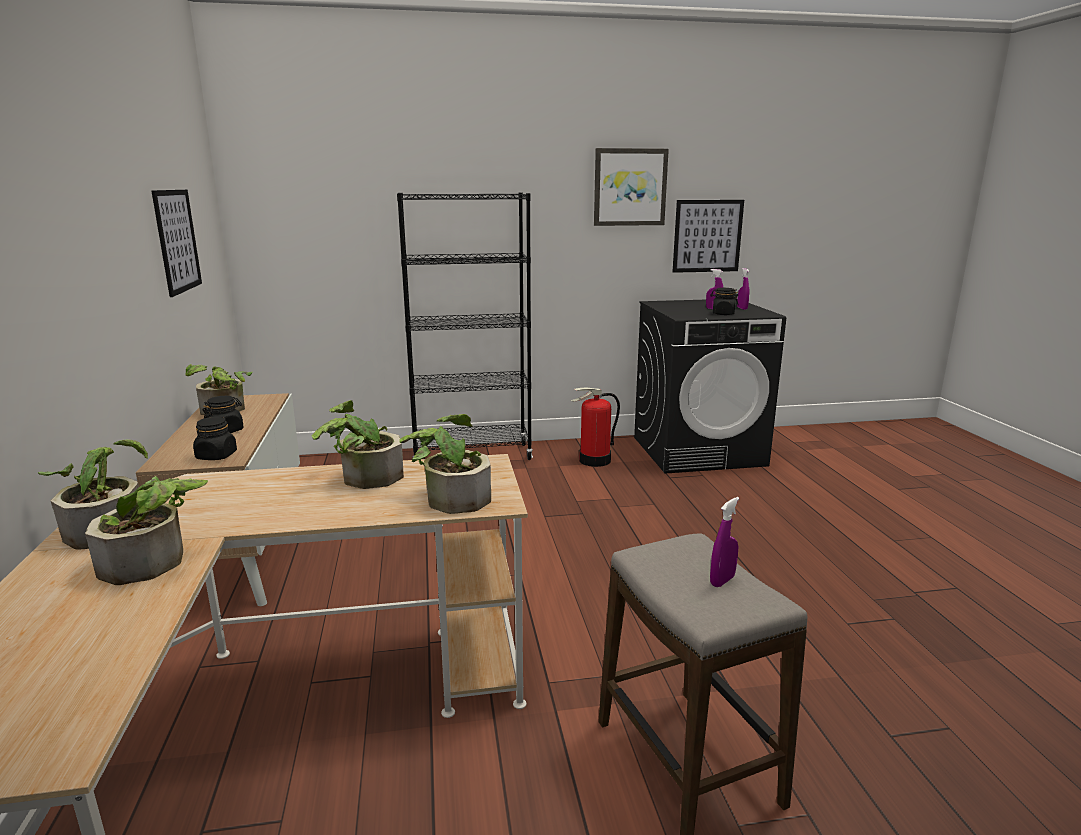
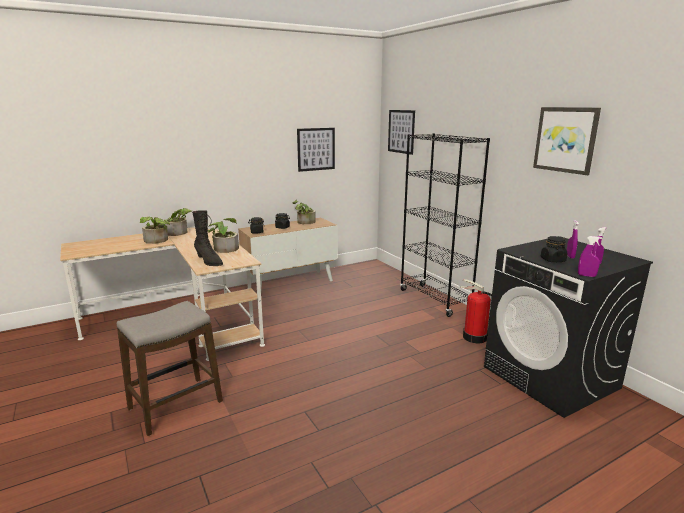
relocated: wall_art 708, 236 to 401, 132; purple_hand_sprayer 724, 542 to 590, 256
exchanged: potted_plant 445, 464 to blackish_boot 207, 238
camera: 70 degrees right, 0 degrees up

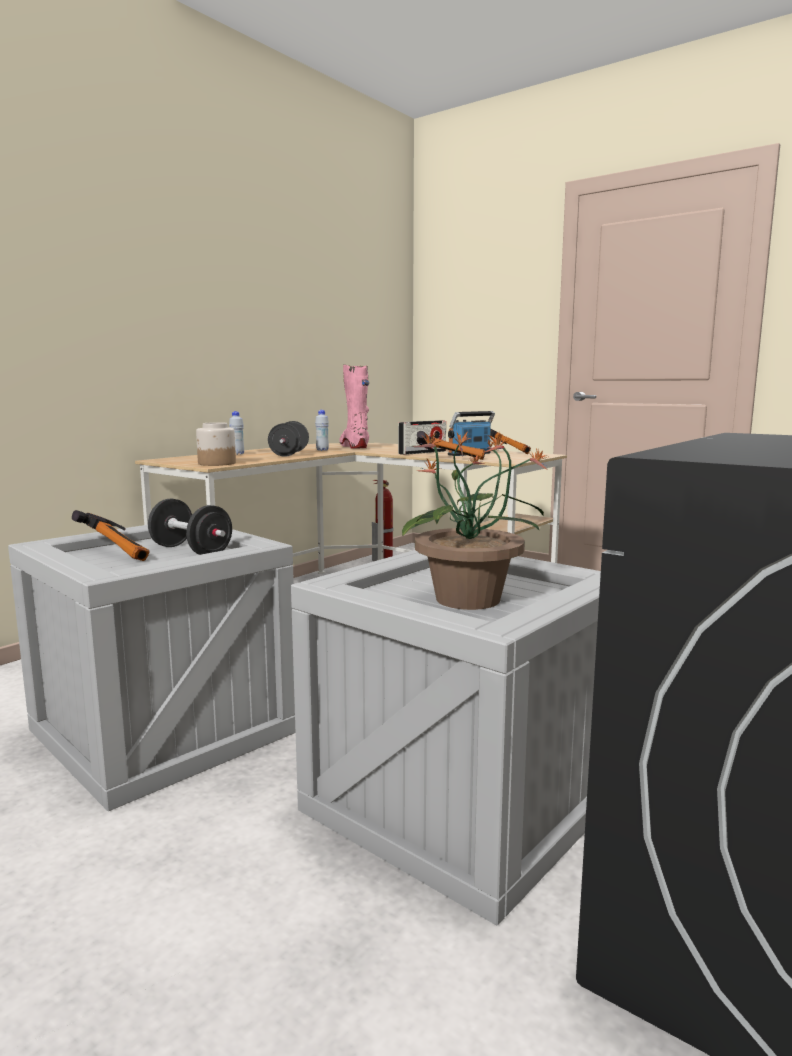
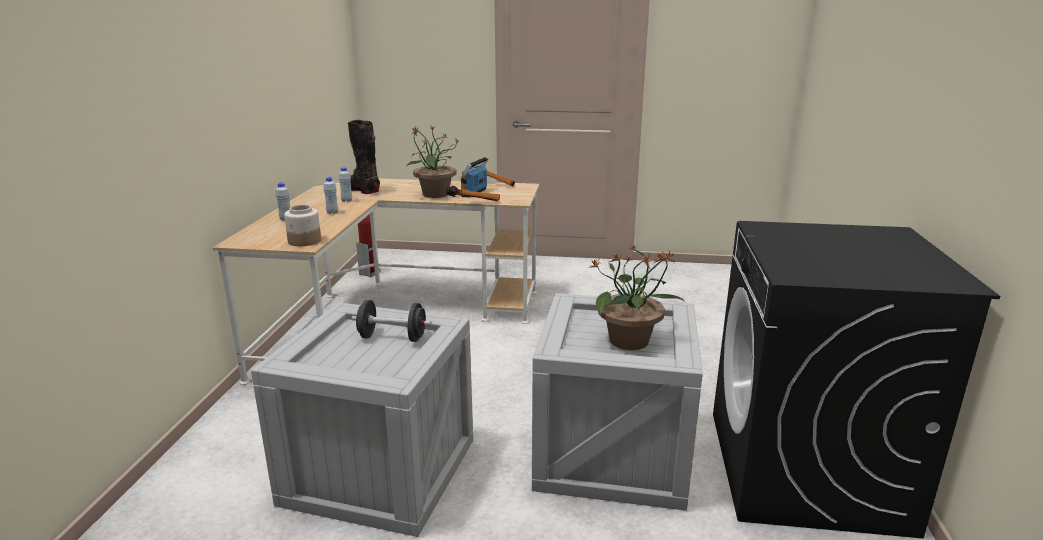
missing: hand_hammer 111, 535
exchanged: blackish_free_weight 288, 439 to whitish_drink_bottle 331, 195; radio_receiver 422, 437 to potted_plant 432, 161
colour: pink_boot 354, 407 to blackish_boot 364, 157
camera: 30 degrees left, 10 degrees up

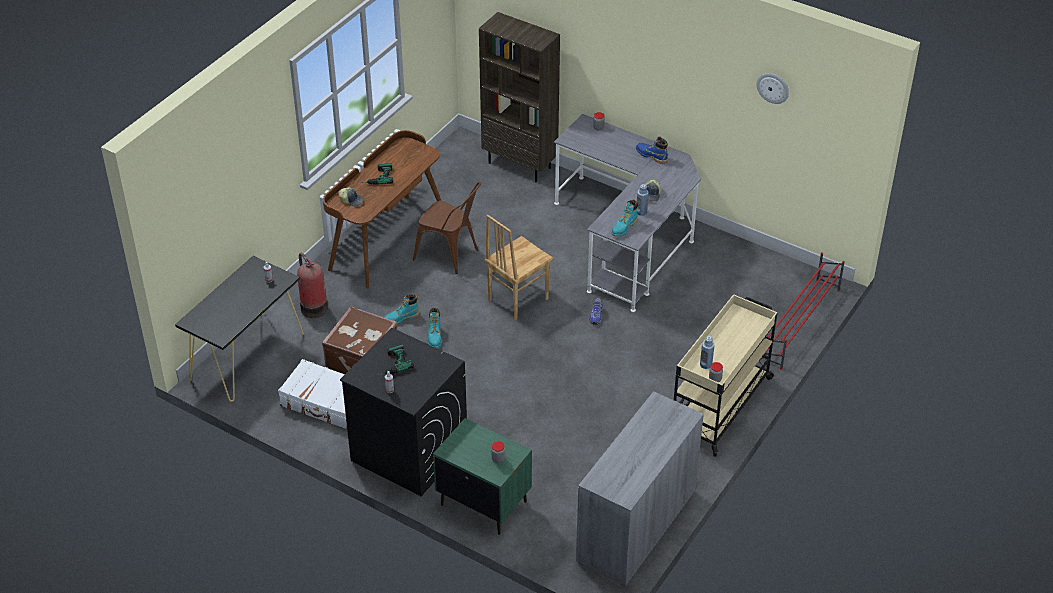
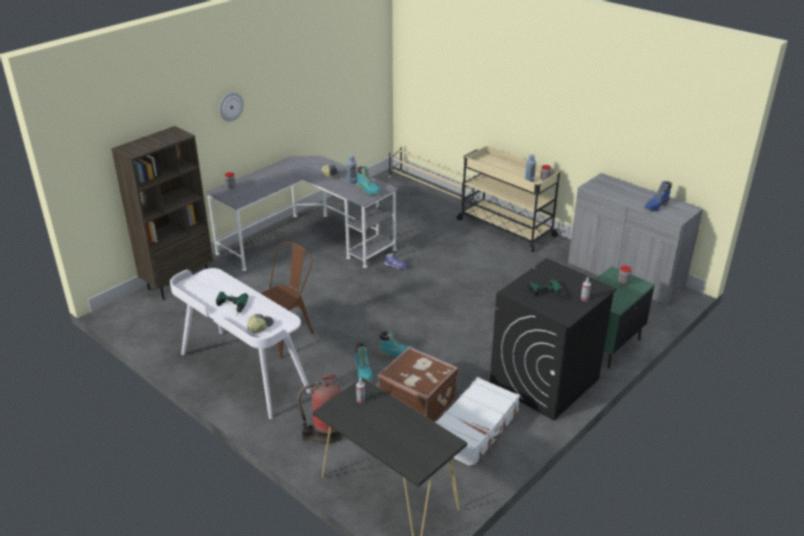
missing: brown-coloured_plain_chair 519, 267
relocated: blue_boot 652, 150 to 658, 196; wall_clock 772, 88 to 231, 107
colour: brown-coloured_desk_unit 382, 209 to whitish_desk_unit 240, 343; red-coloured_shoe_rack 802, 311 to beige_shoe_rack 432, 177
camera: 80 degrees left, 10 degrees down

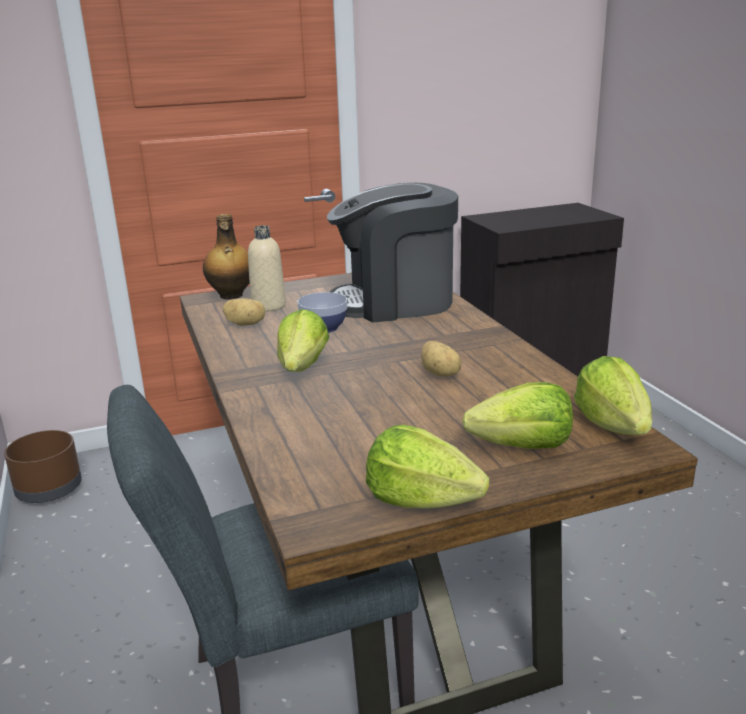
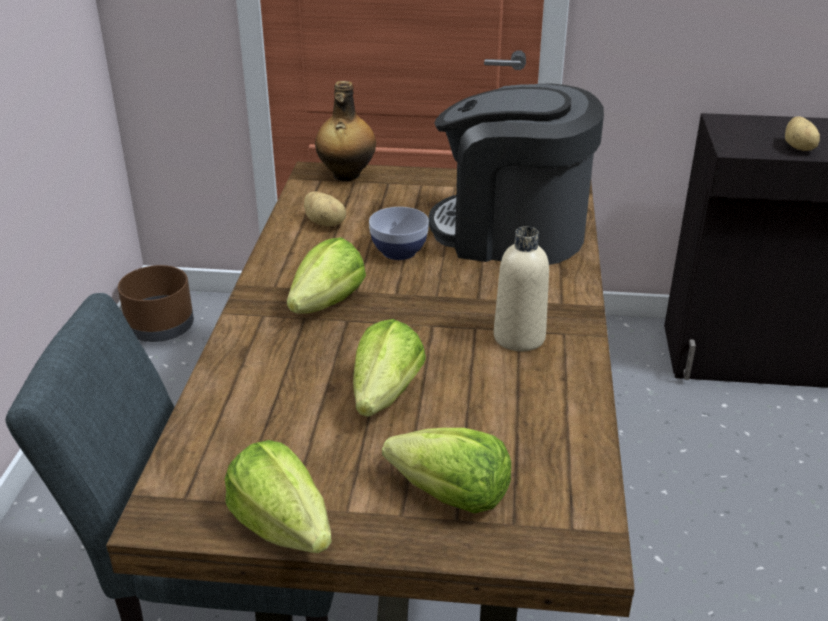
relocated: beige_drink_bottle 267, 268 to 521, 288; potato 441, 359 to 802, 133; lettuce 613, 395 to 389, 368
camera: 25 degrees right, 10 degrees up

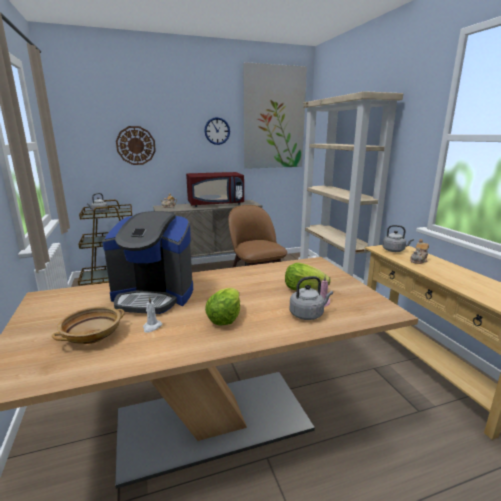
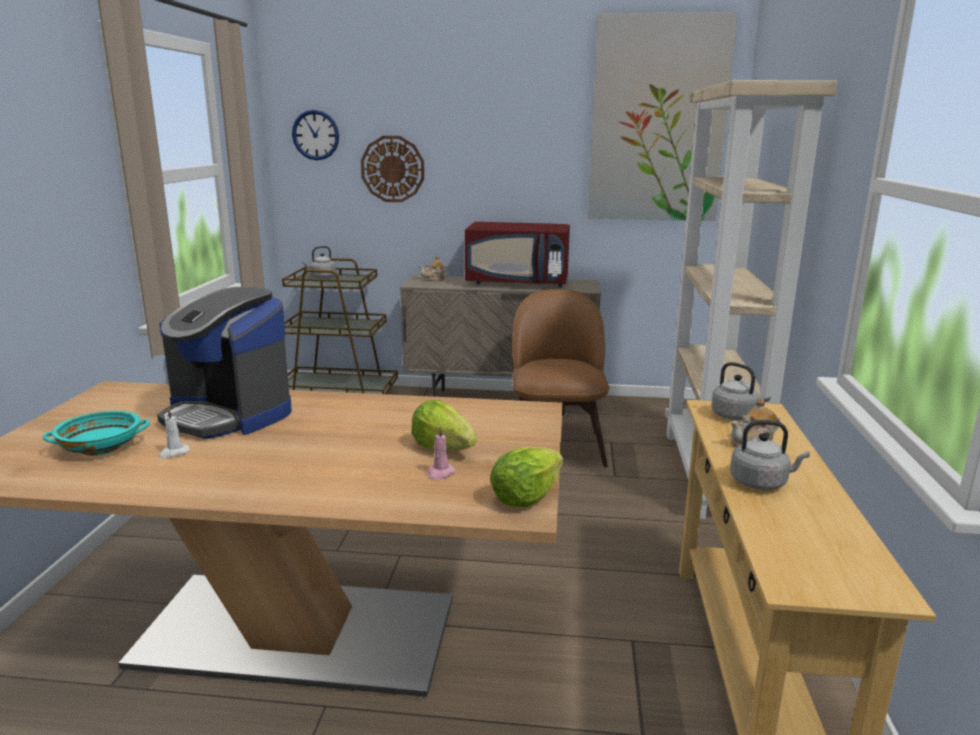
relocated: wall_clock 217, 131 to 315, 135; lettuce 222, 306 to 526, 477; gray_kettle 311, 298 to 770, 455
colour: beige_deep_dish 88, 325 to turquoise_deep_dish 96, 433
camera: 25 degrees right, 0 degrees up

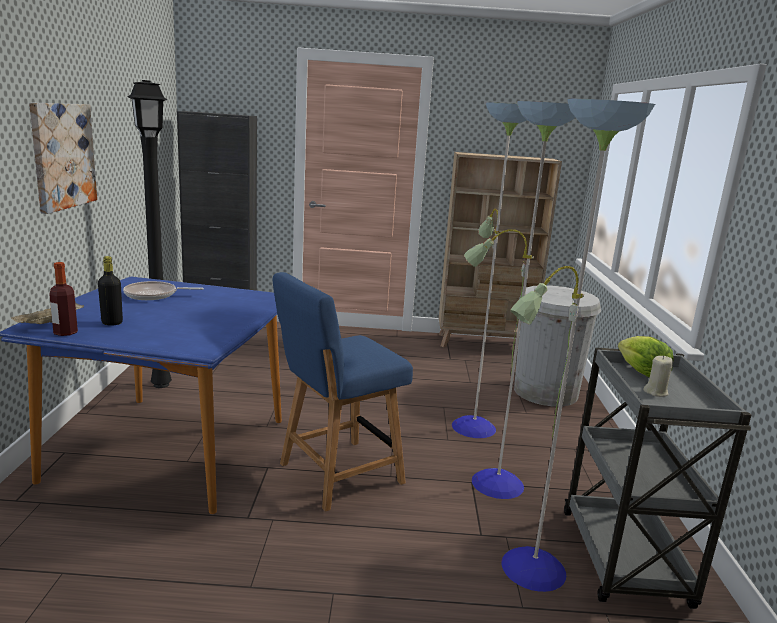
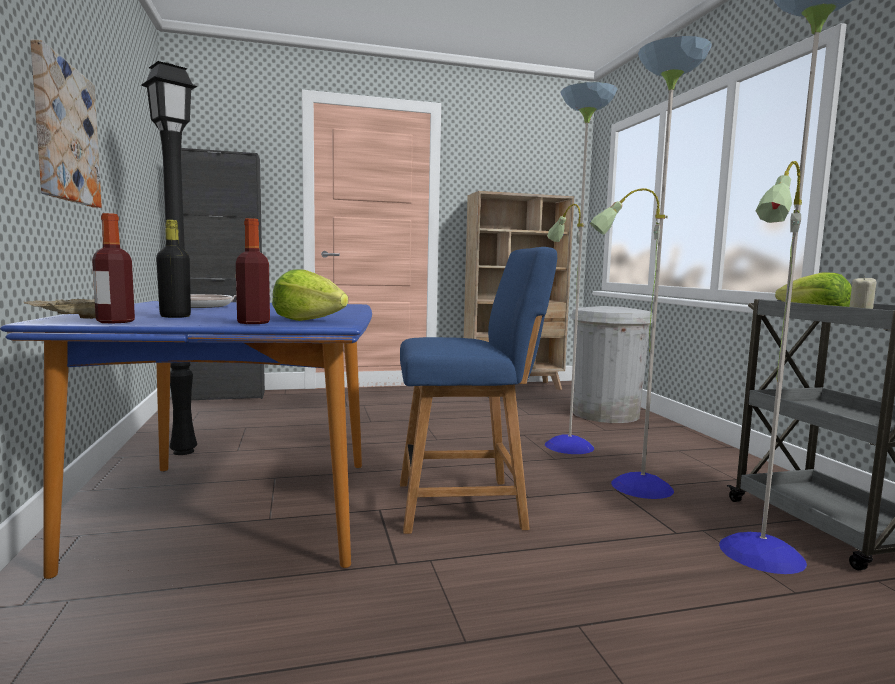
appeared: drink_bottle 253, 271; lettuce 310, 295
spun: blue_plain_chair 343, 392 = 478, 390 135 degrees counterclockwise
camera: 15 degrees left, 10 degrees down

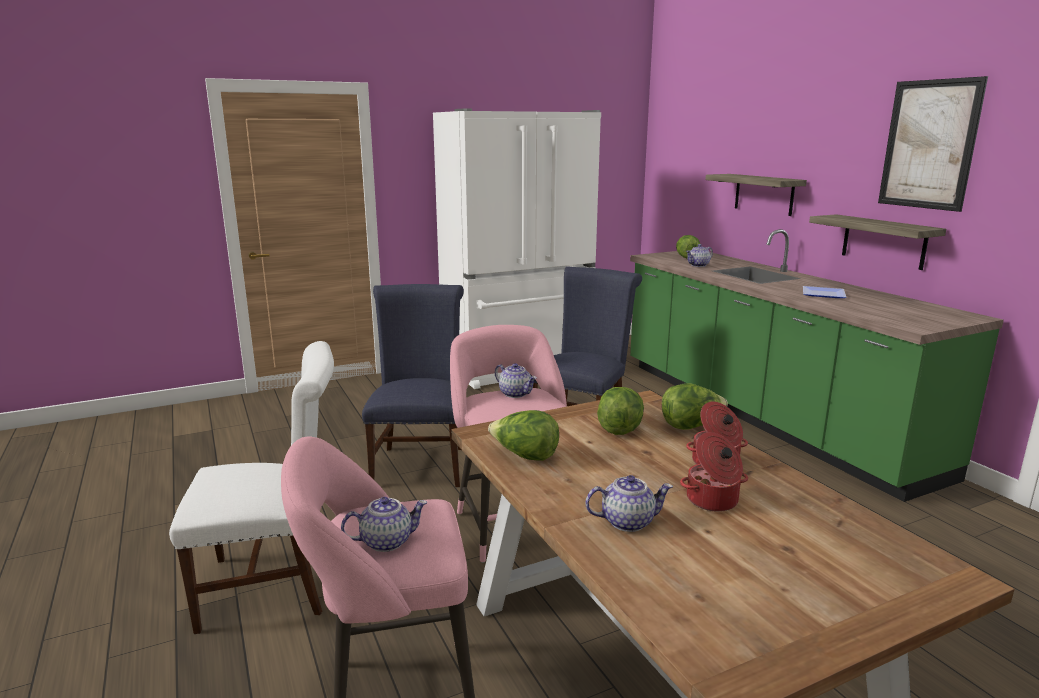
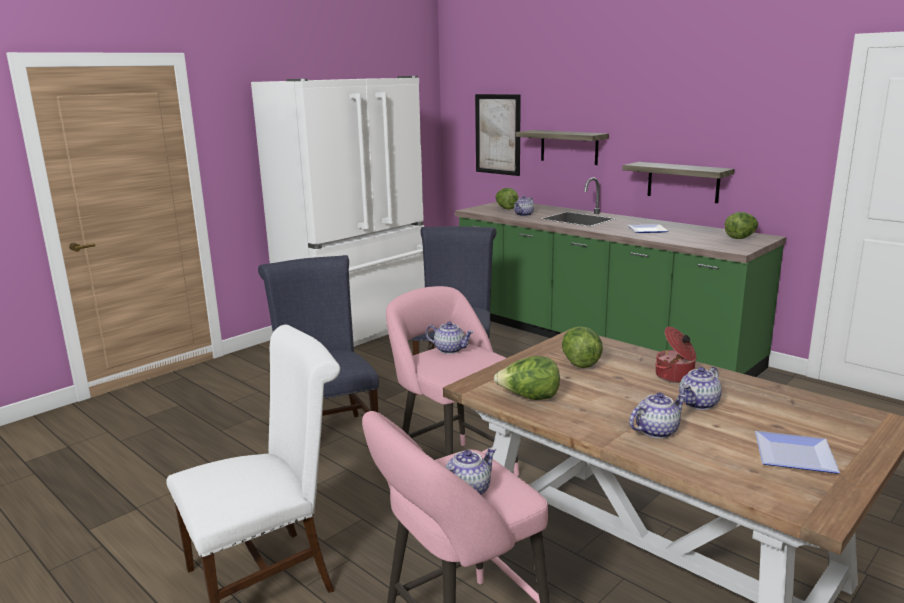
appeared: dinner_plate 797, 452
relocated: lettuce 695, 406 to 741, 225; wall_art 933, 144 to 498, 135
exchanged: saucepot 714, 472 to tea_pot 700, 388
camera: 20 degrees left, 0 degrees up

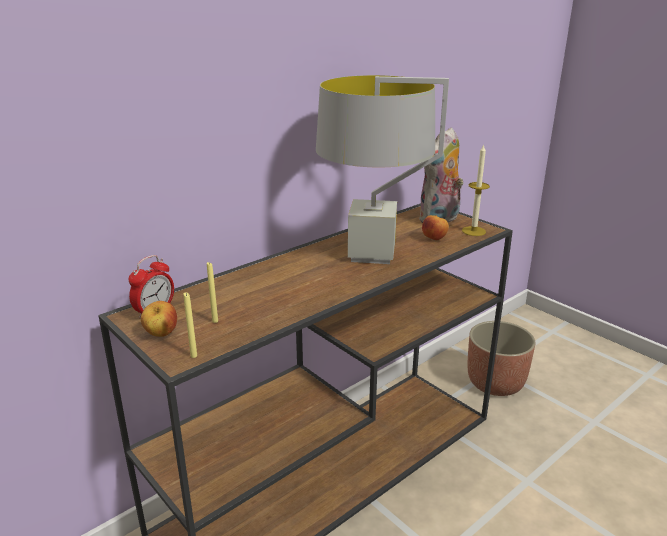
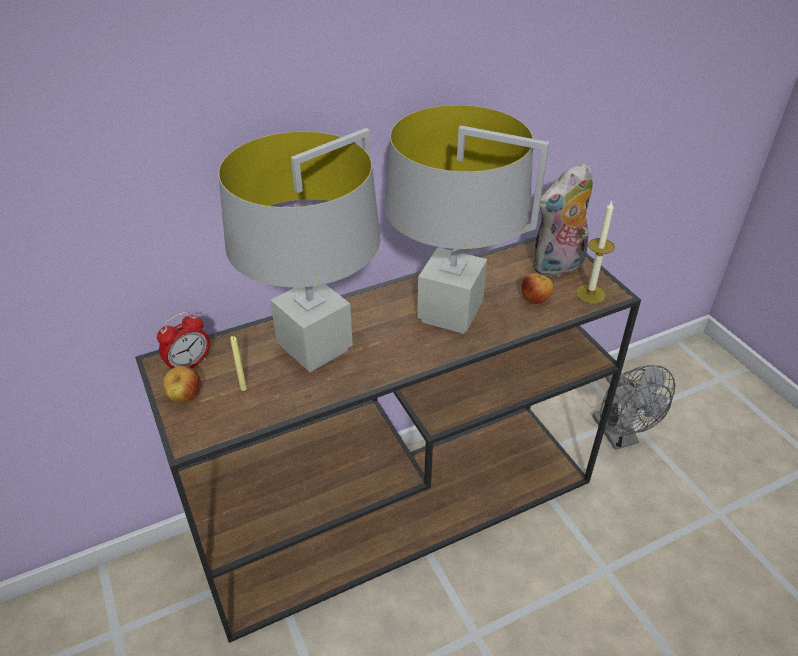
missing: yellow-coloured_candle 190, 325
appeared: gray_tabletop_lamp 299, 250
exchanged: planter 502, 358 to gray_electric_fan 633, 407
camera: 15 degrees right, 15 degrees up

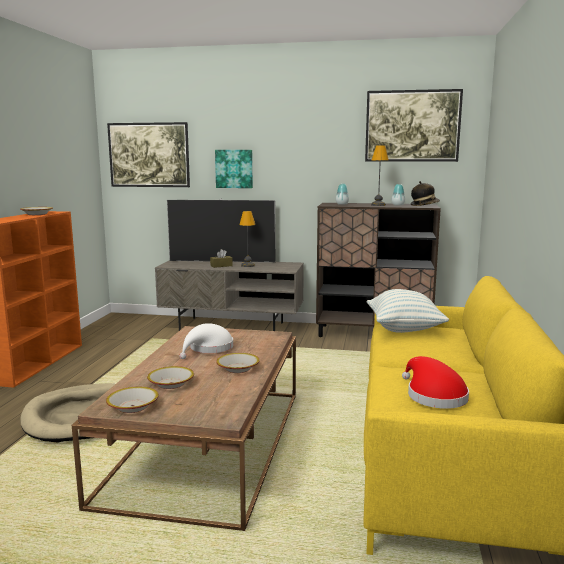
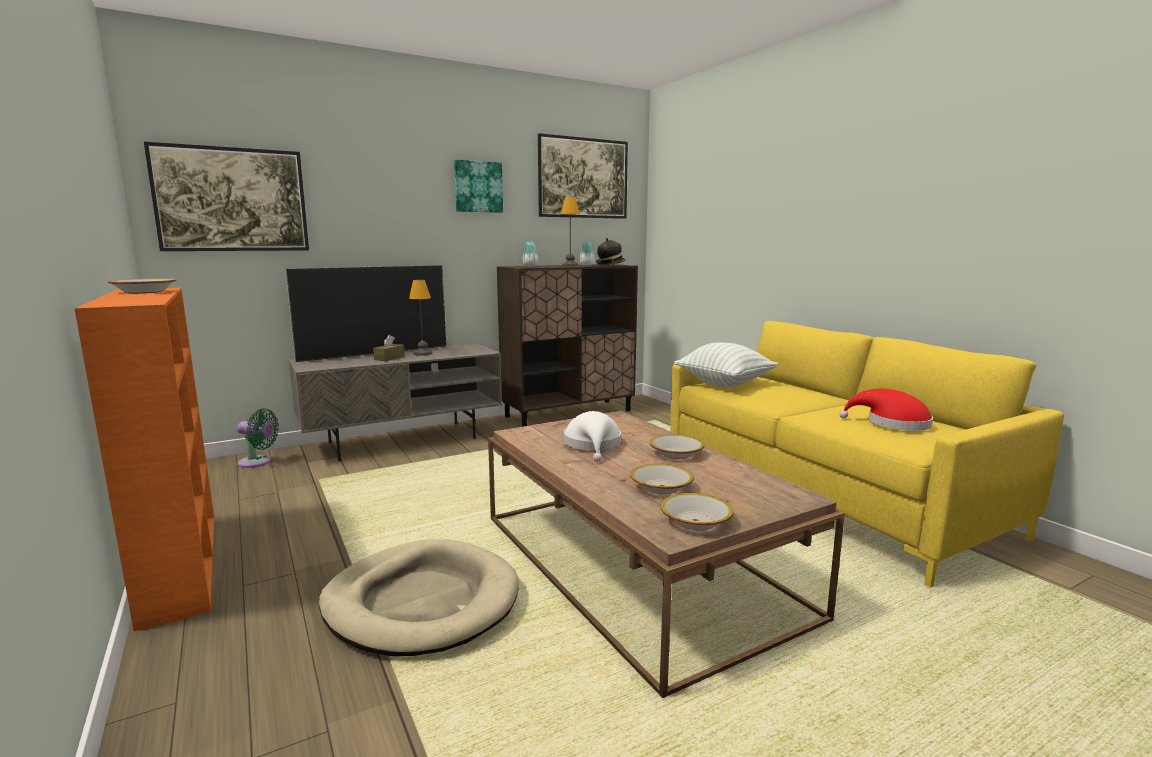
appeared: green_electric_fan 258, 438
relocated: wall_art 234, 169 to 478, 186
camera: 40 degrees left, 0 degrees up

